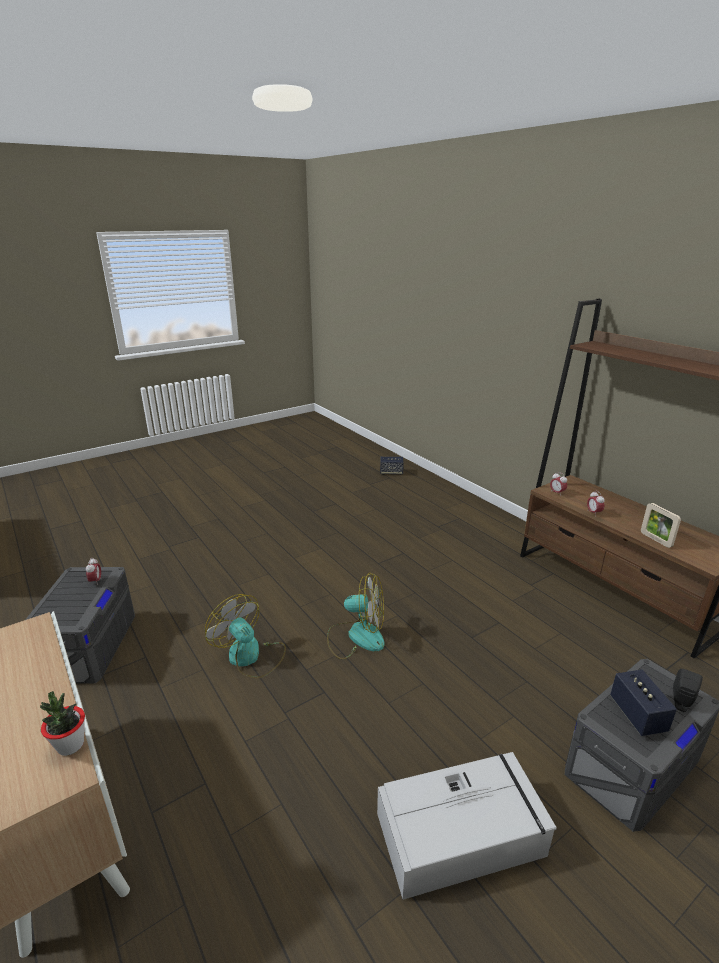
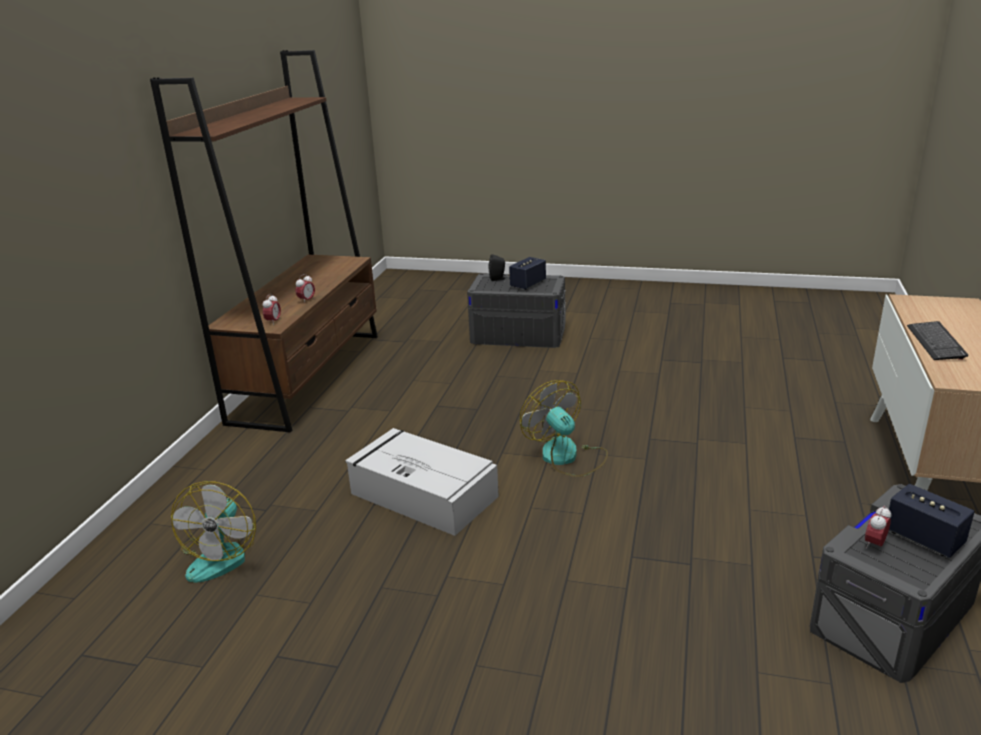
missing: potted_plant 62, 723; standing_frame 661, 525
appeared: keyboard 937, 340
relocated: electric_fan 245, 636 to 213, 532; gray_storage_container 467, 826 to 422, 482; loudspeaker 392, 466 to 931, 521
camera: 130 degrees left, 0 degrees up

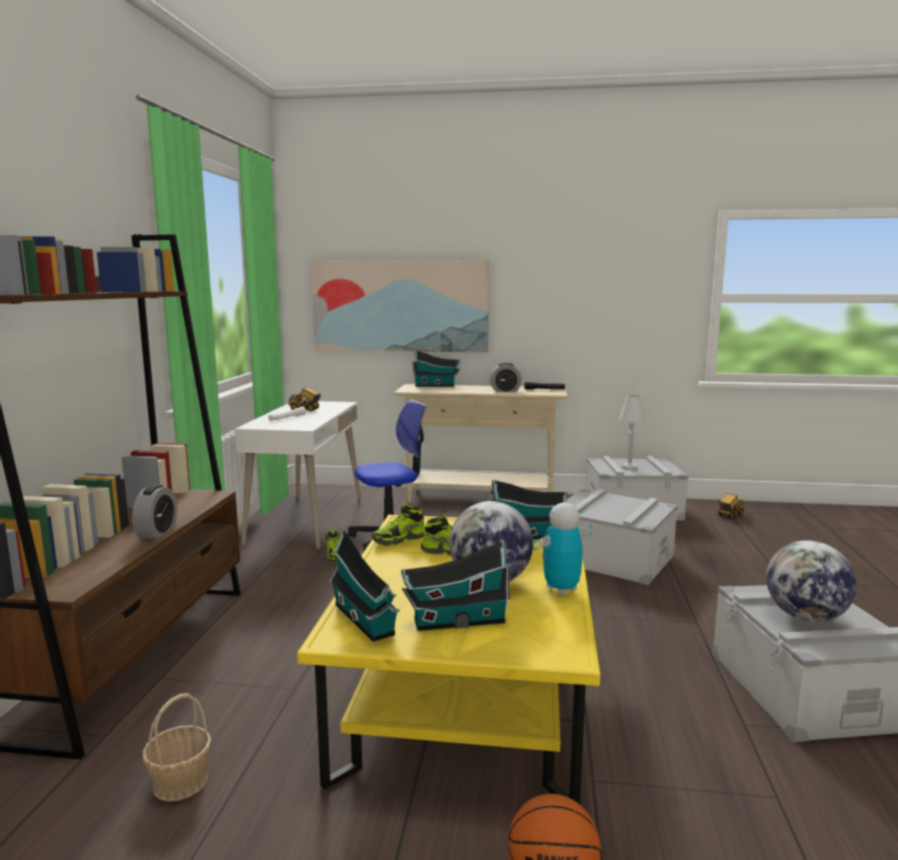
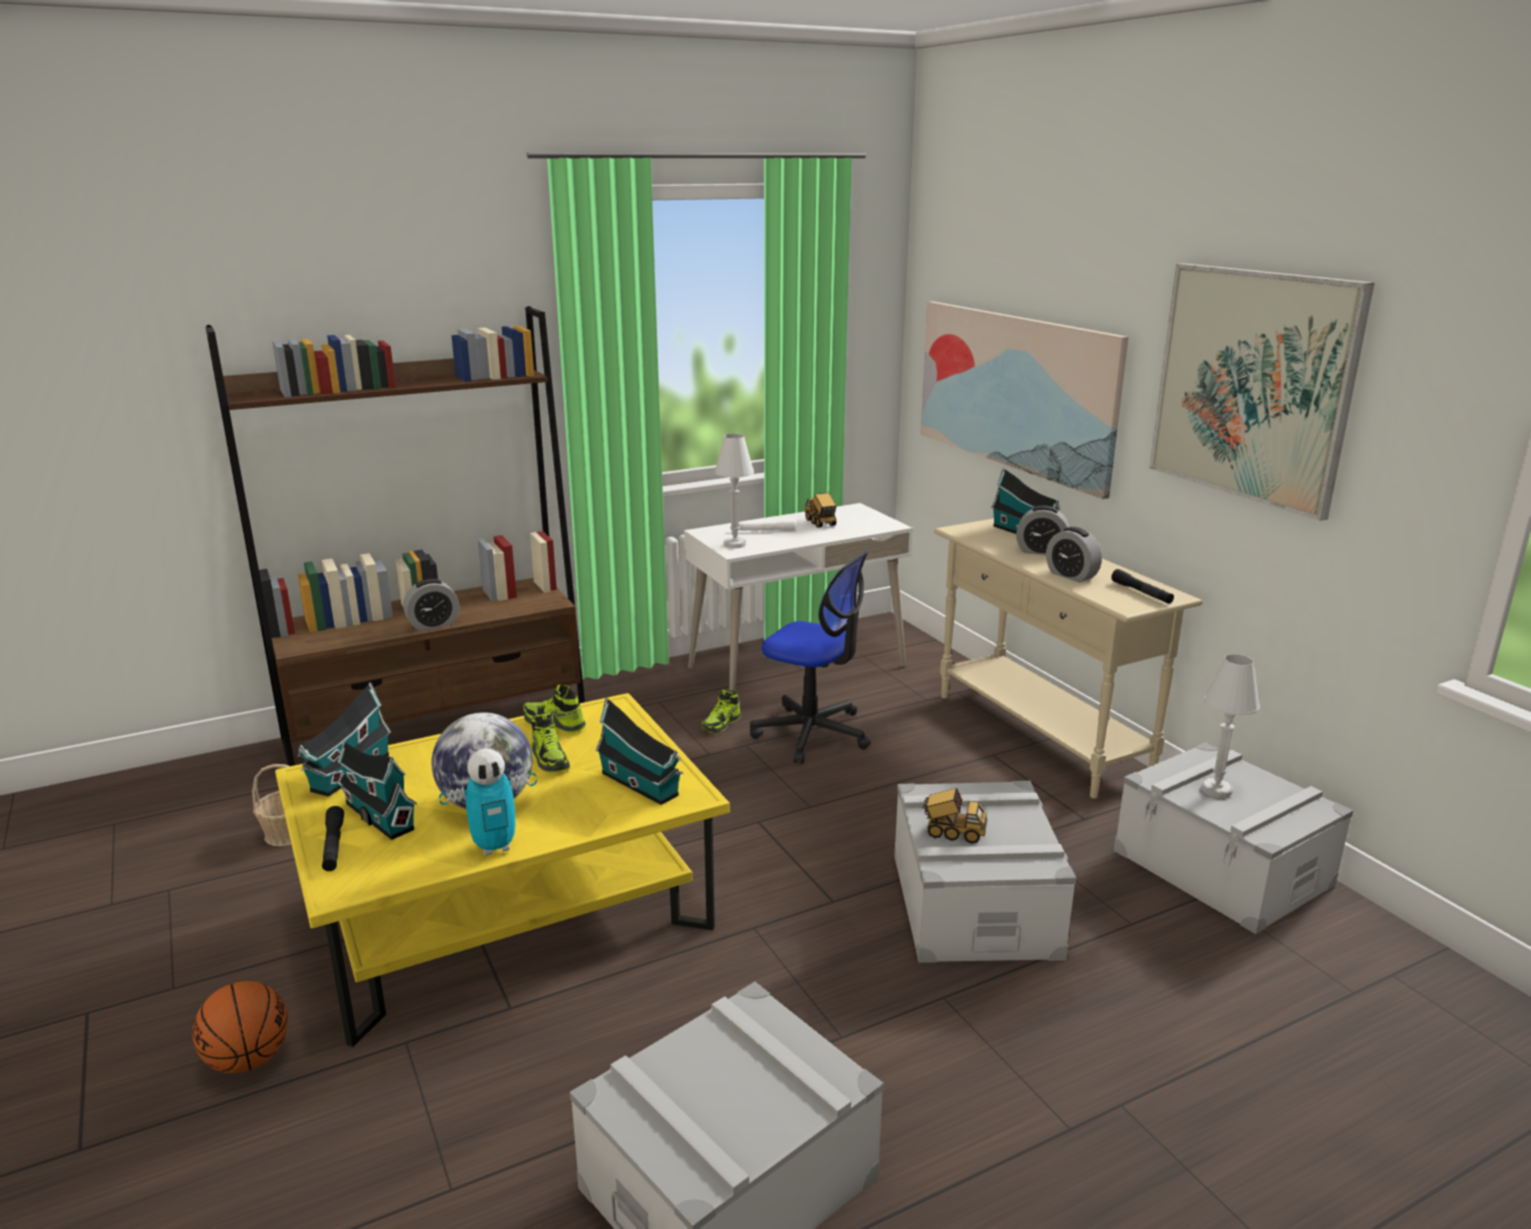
missing: globe 811, 581
appeared: blackish_torch 333, 838; whitish_tabletop_lamp 734, 491; alarm_clock 1042, 530; wall_art 1261, 392
relocated: model_truck 731, 506 to 954, 816
spun: model_robot 562, 548 = 488, 802 135 degrees clockwise
camera: 55 degrees right, 10 degrees up

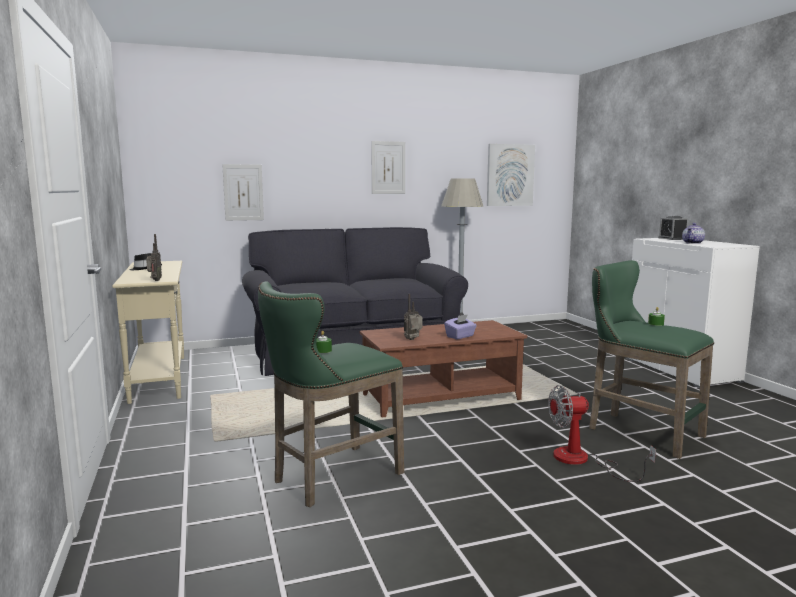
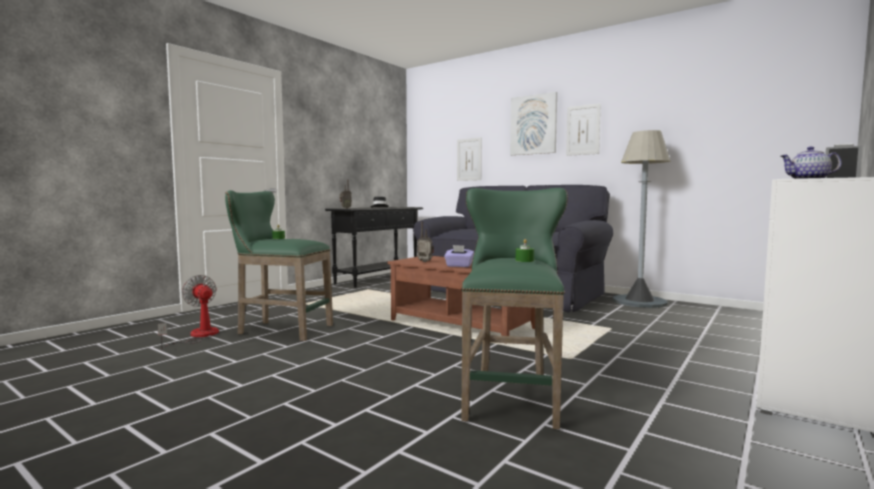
relocated: wall_art 511, 175 to 533, 123; electric_fan 602, 433 to 188, 312
colour: beige_narrow_table 148, 332 to blackish_narrow_table 374, 247
camera: 55 degrees right, 5 degrees down

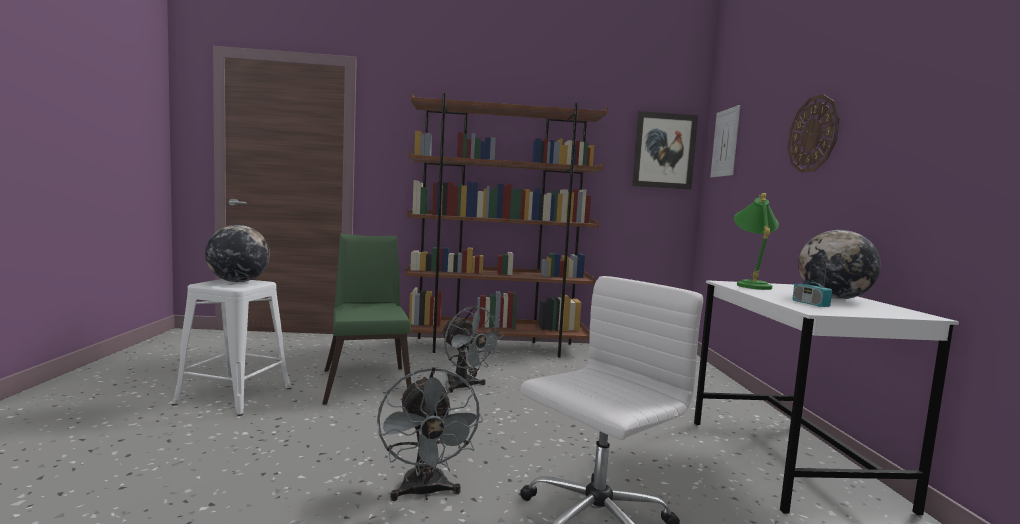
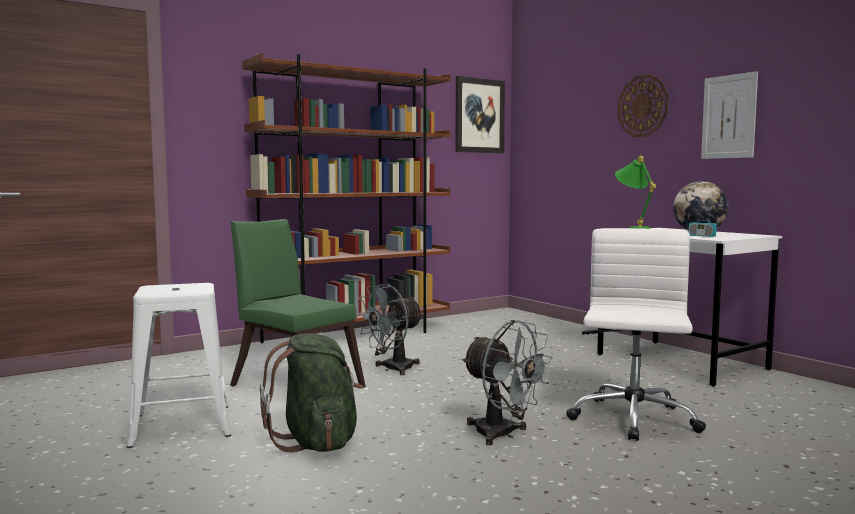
missing: globe 237, 253
appeared: green_rucksack 311, 392
relocated: wall_art 725, 141 to 729, 115
spun: gray_electric_fan 472, 349 = 389, 329 120 degrees clockwise
camera: 30 degrees left, 0 degrees up

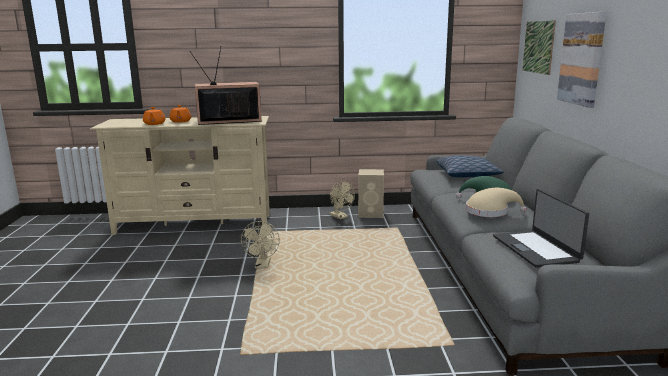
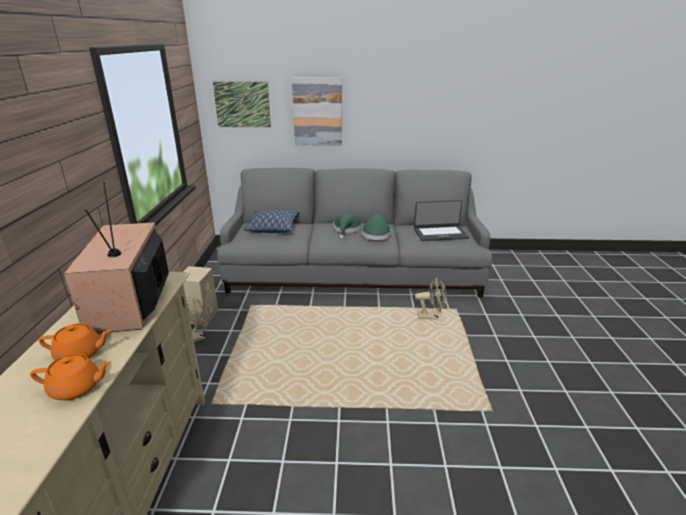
relocated: beige_electric_fan 260, 244 to 431, 299
colour: beige_hat 496, 202 to green_hat 376, 227
camera: 85 degrees left, 10 degrees up

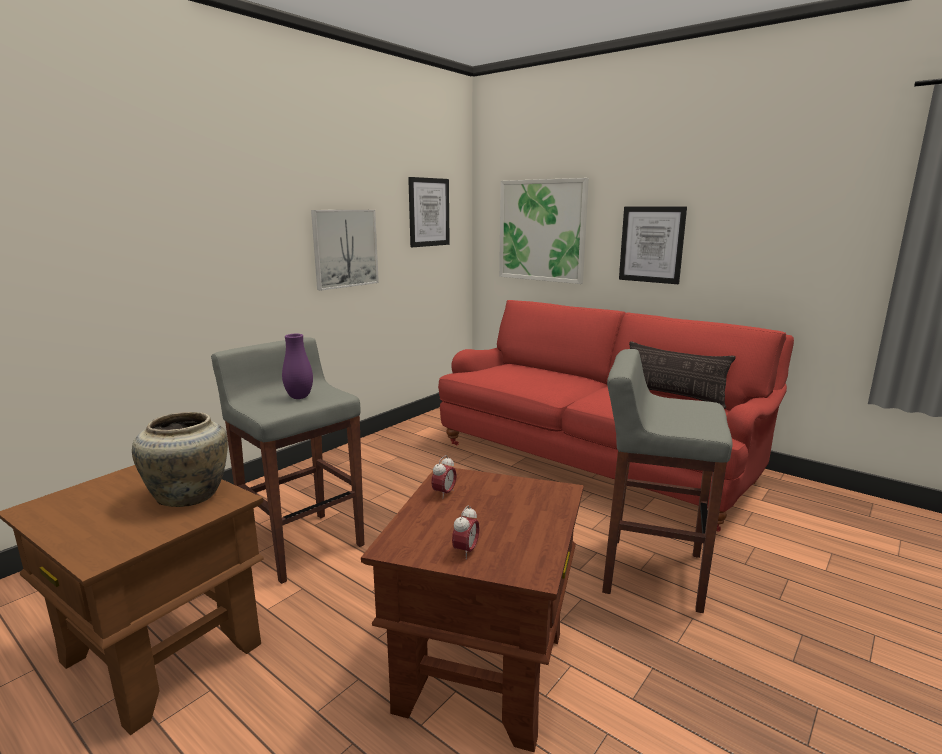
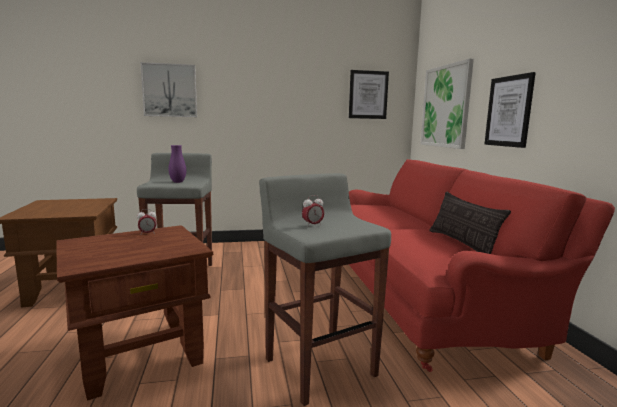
missing: beige_decorative_vase 180, 459
relocated: wall_art 345, 250 to 168, 89; alarm_clock 466, 532 to 313, 211
camera: 40 degrees right, 5 degrees down

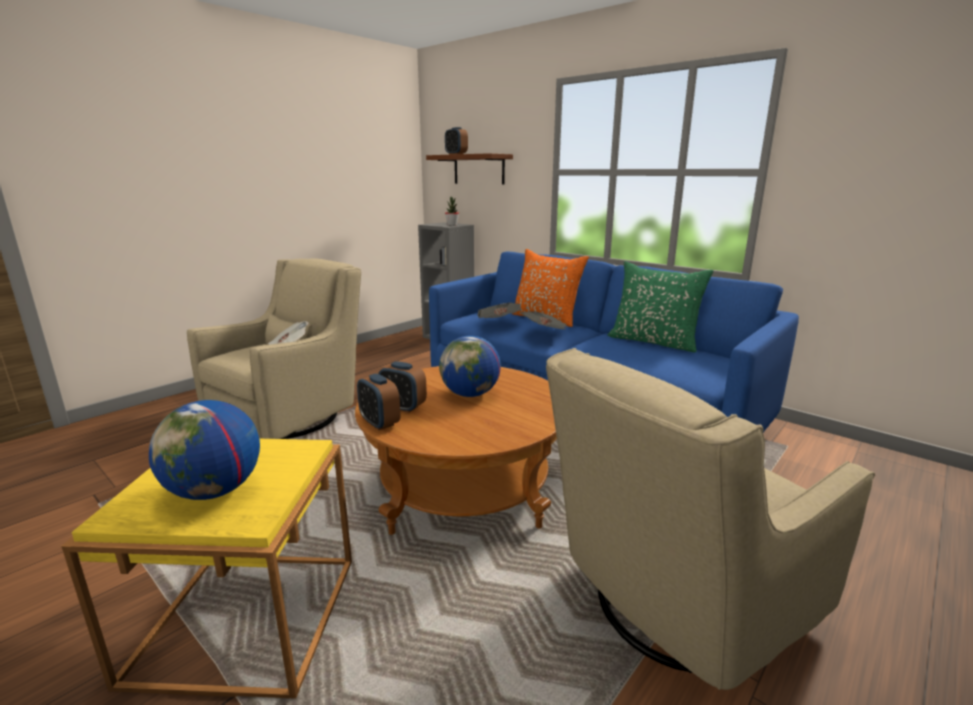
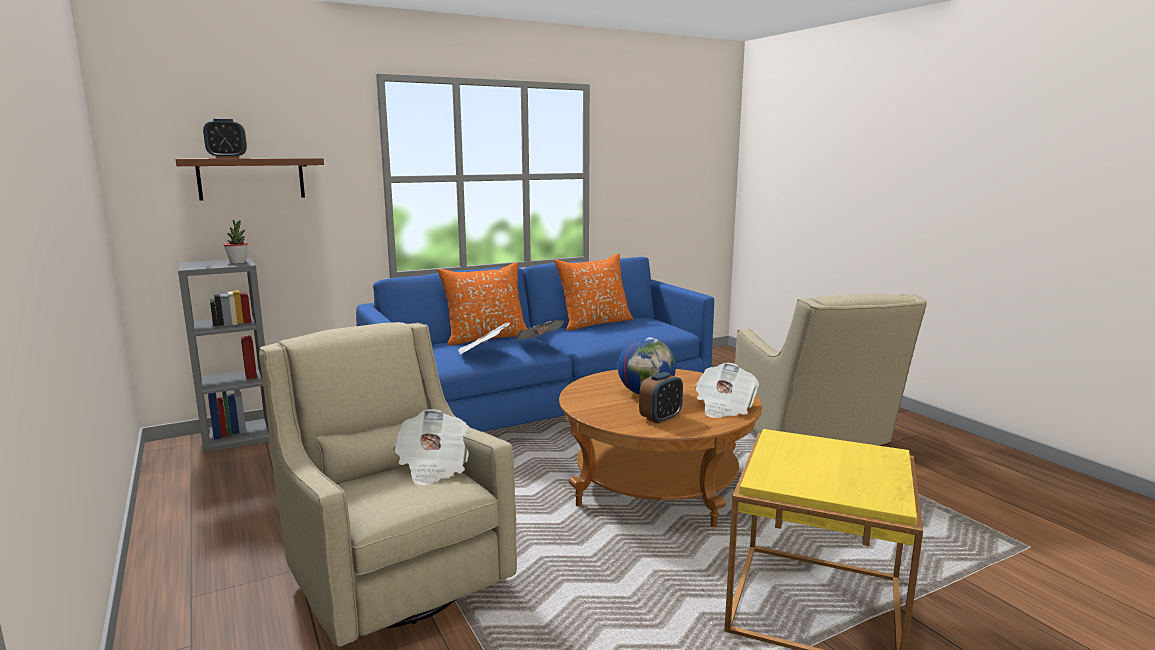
missing: globe 204, 450; alarm_clock 378, 402
appeared: printed_paper 727, 390
colour: green_throw_pillow 661, 307 to orangey_throw_pillow 593, 292
camera: 70 degrees left, 5 degrees down

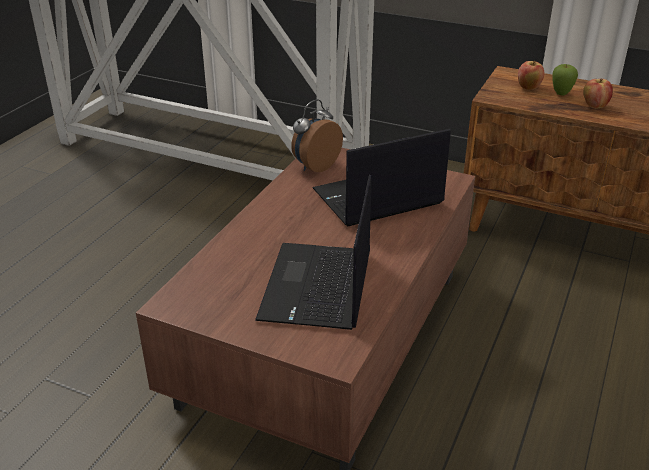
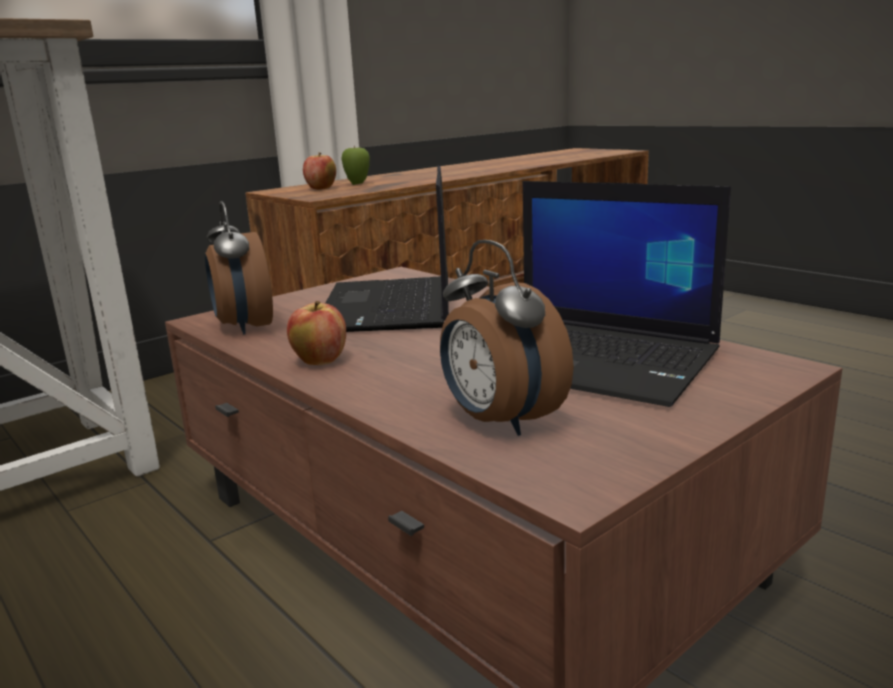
appeared: alarm_clock 507, 338
relocated: apple_fruit 598, 94 to 316, 333
camera: 65 degrees left, 15 degrees down

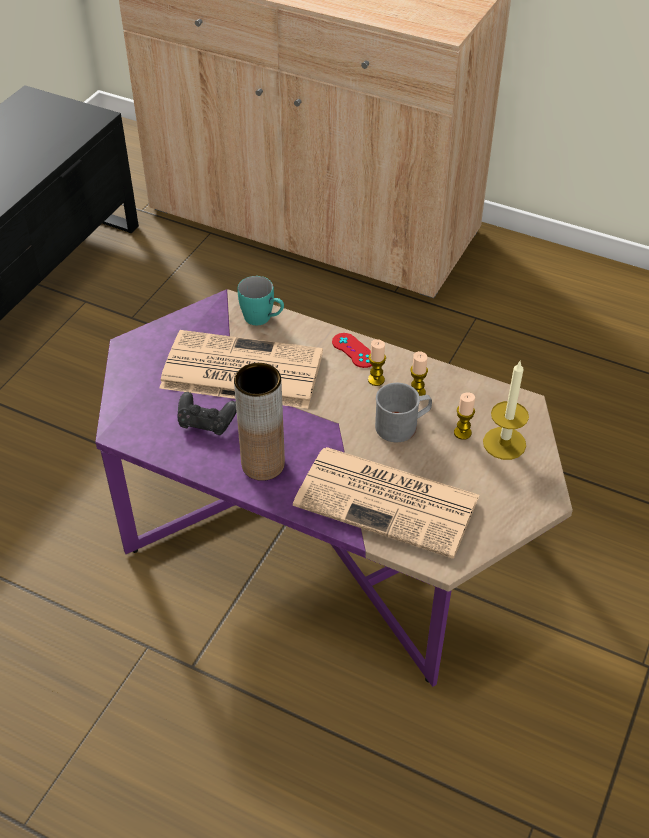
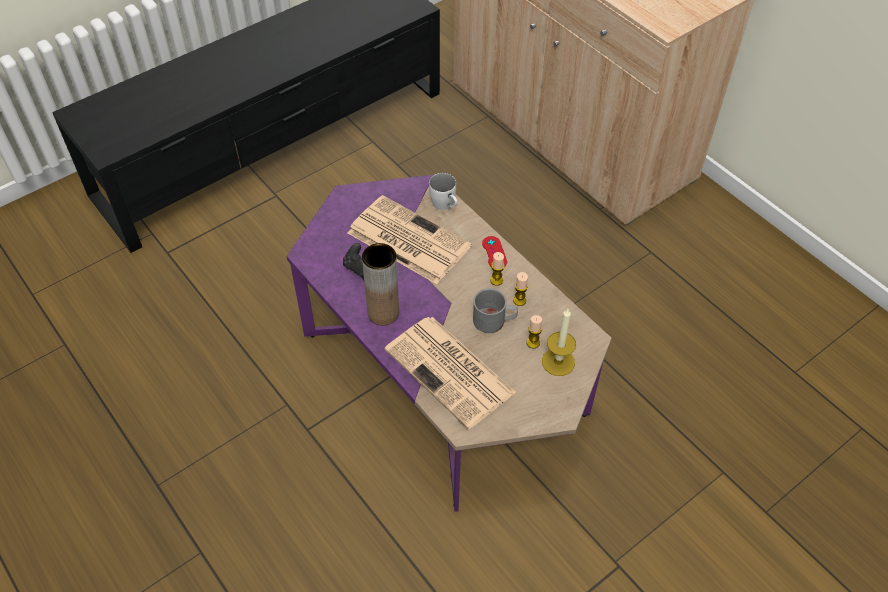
colour: turquoise_tea_mug 260, 300 to whitish_tea_mug 443, 191
camera: 25 degrees right, 5 degrees up

